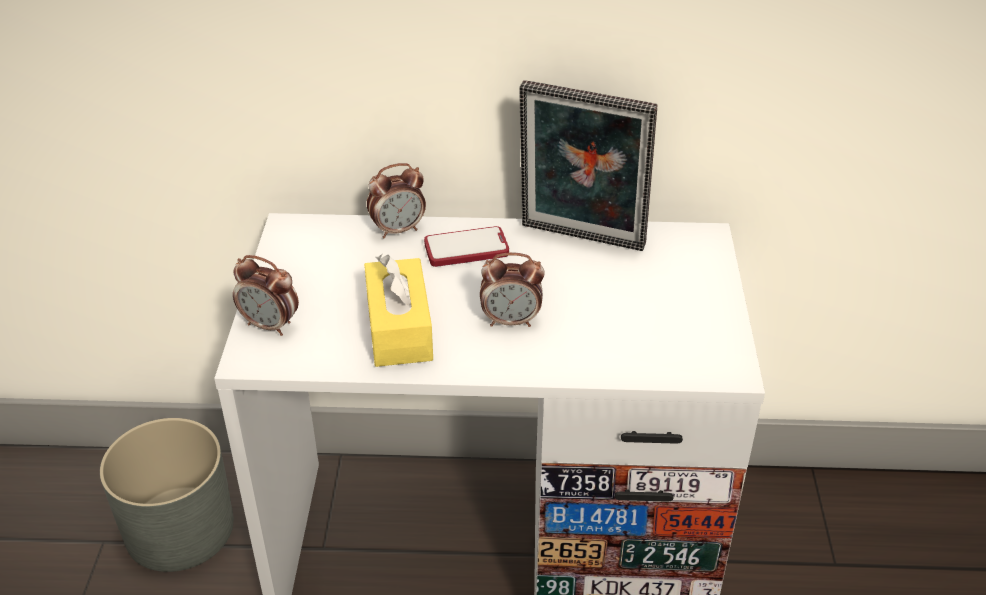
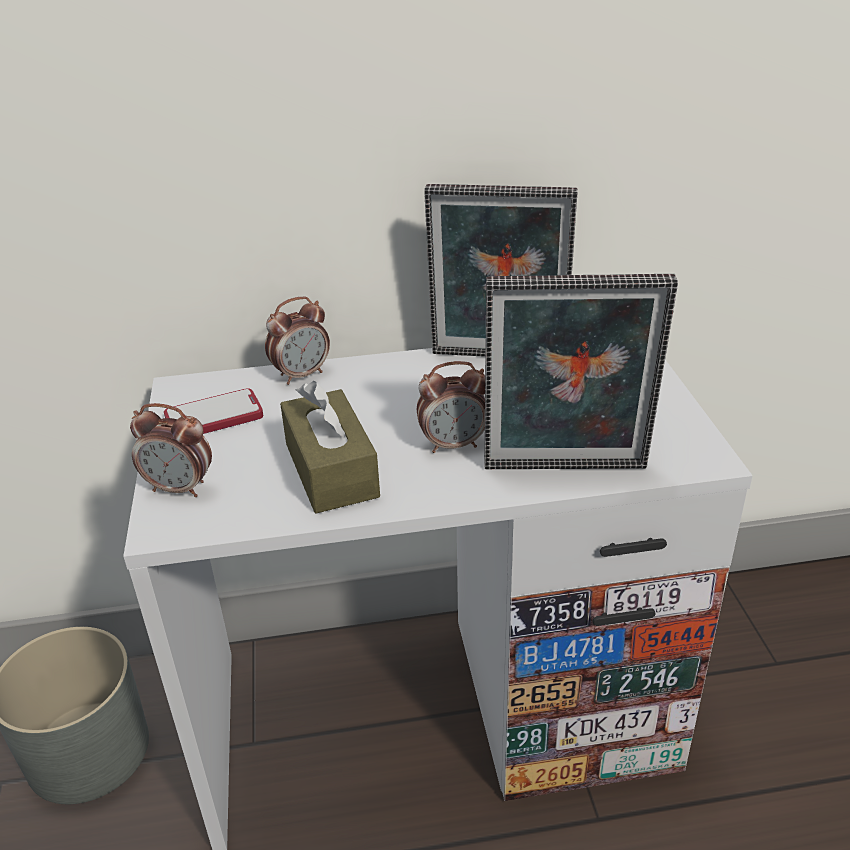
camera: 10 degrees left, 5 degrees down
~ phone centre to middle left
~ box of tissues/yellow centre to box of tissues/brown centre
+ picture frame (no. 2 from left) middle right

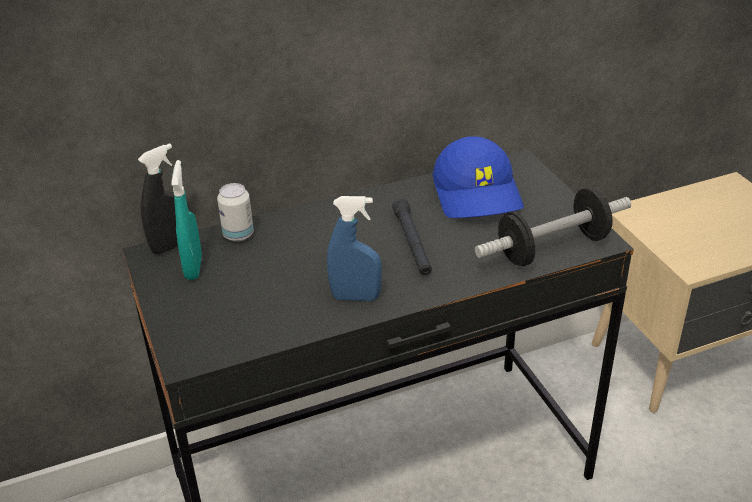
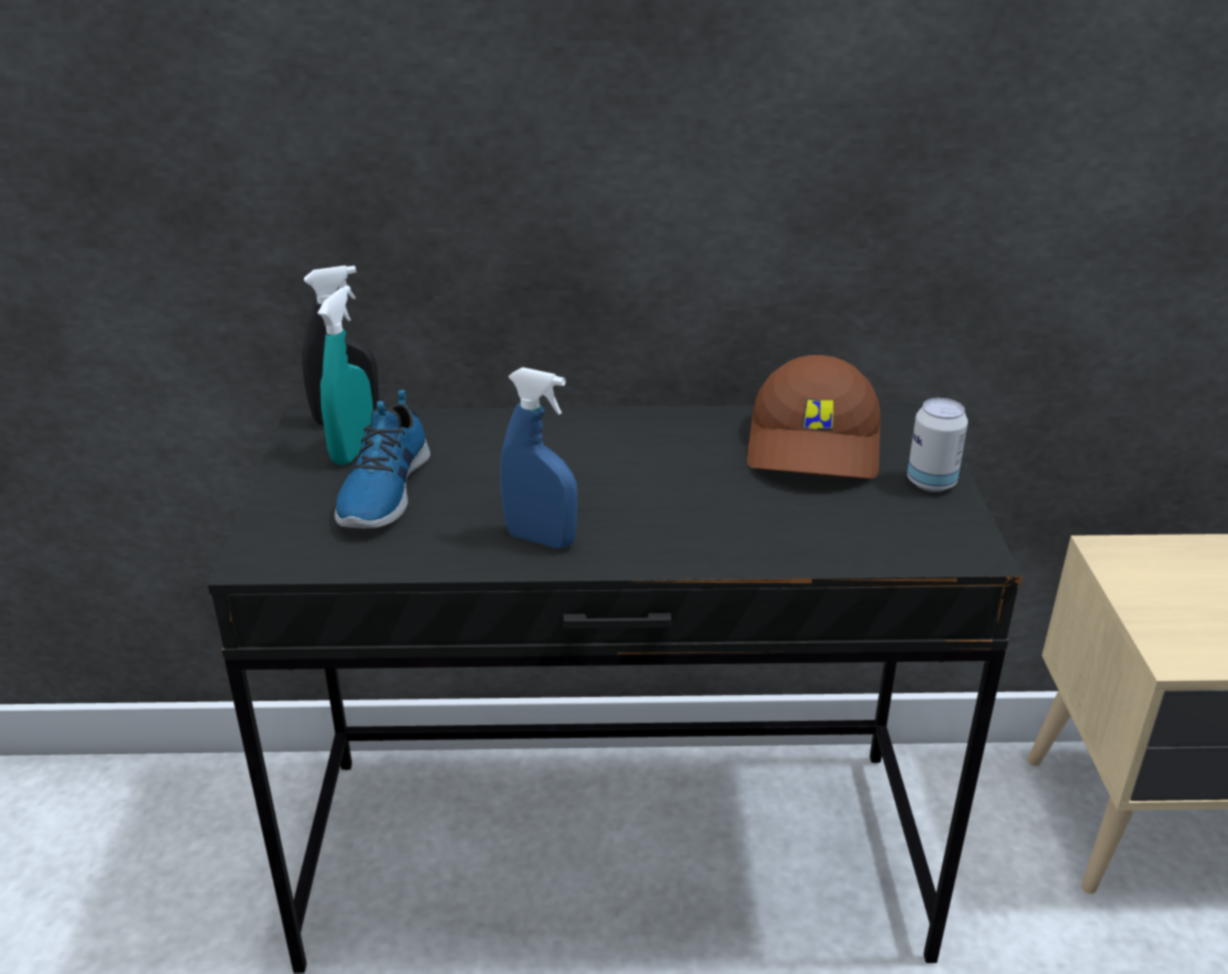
camera: 20 degrees right, 5 degrees down
~ peaked cap/blue-coloured centre to peaked cap/brown centre
~ sealed can middle left to middle right
- dumbbell middle right
- flashlight/black-coloured centre
+ item of footwear middle left

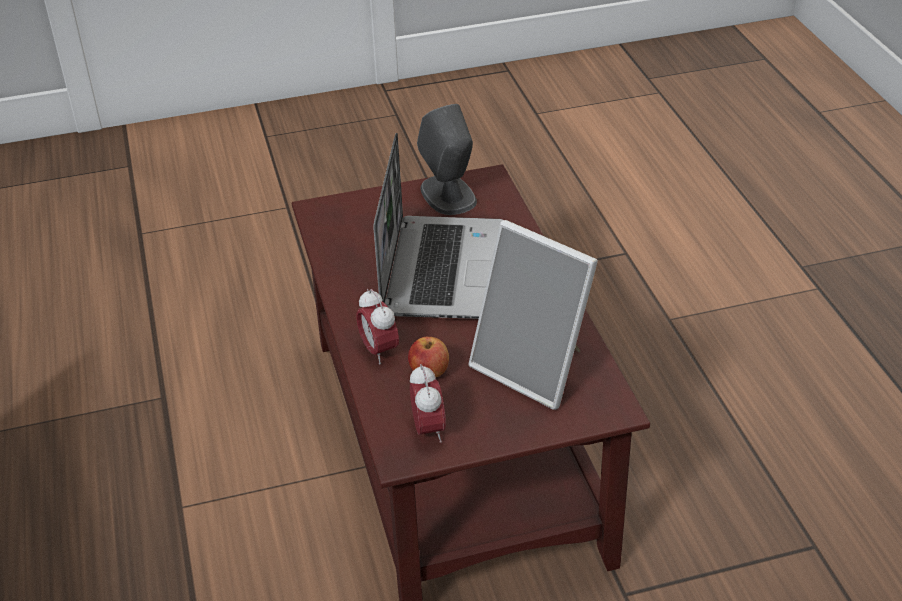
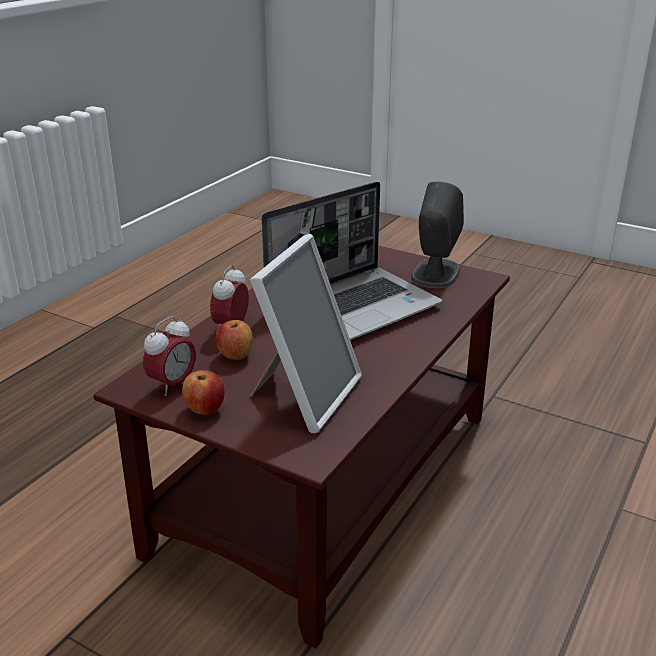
camera: 45 degrees right, 10 degrees down
~ picture frame centre = centre 150 degrees counterclockwise
+ apple (no. 1 from left) middle left

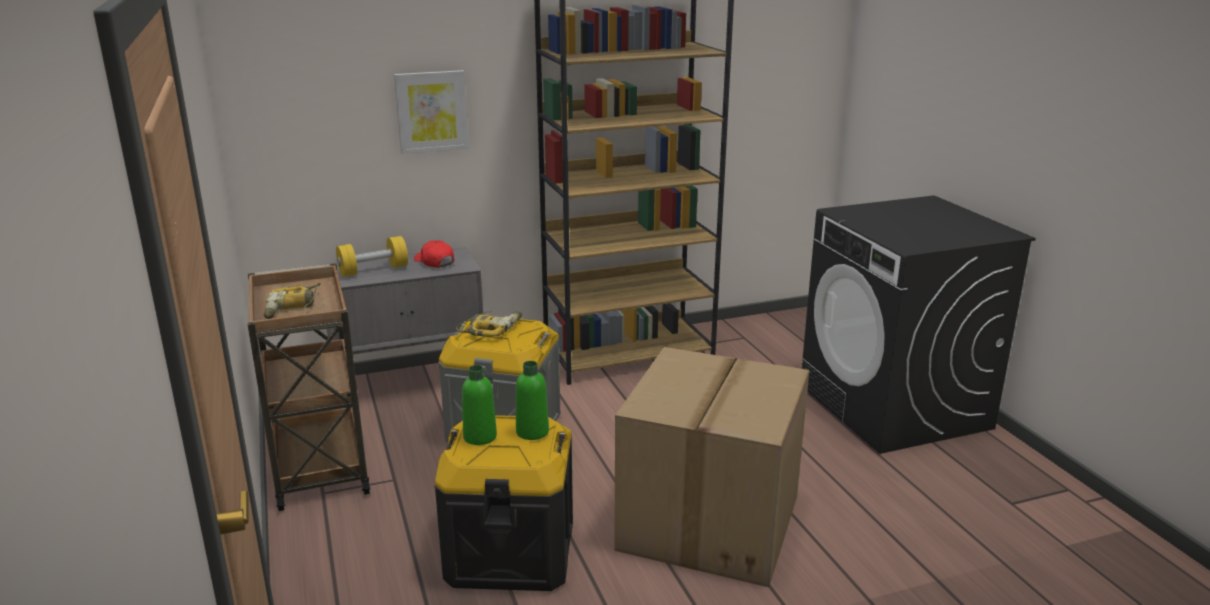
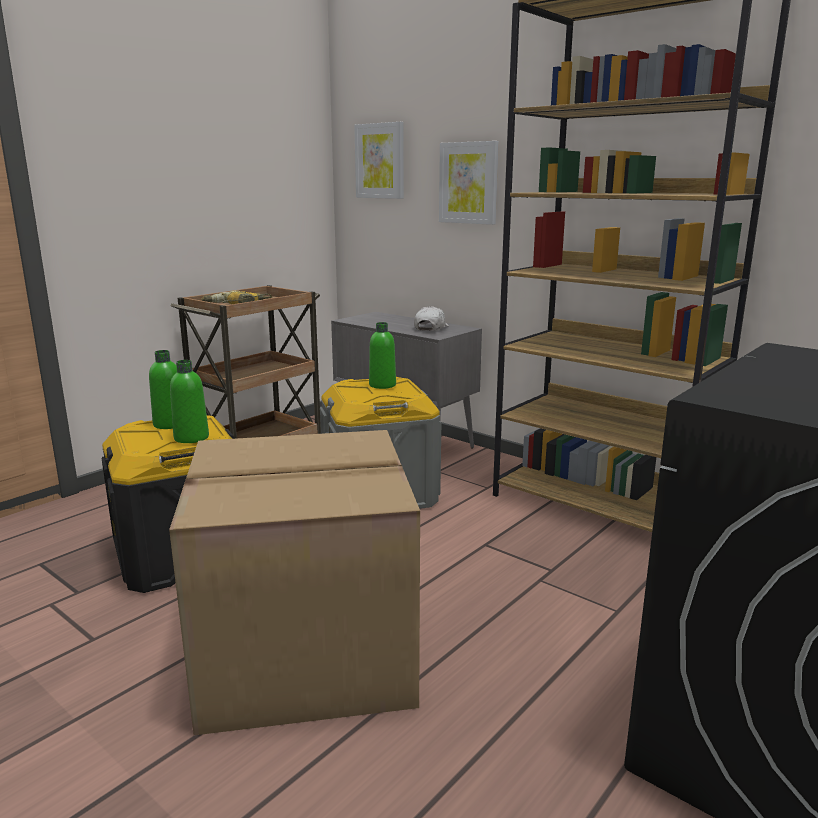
camera: 60 degrees right, 5 degrees down
- dumbbell/yellow middle left
~ peaked cap/red-coloured centre to peaked cap/white centre
~ electric drill (no. 2 from left) centre to beverage bottle/green (no. 3 from left) centre
+ wall art (no. 1 from left) top centre

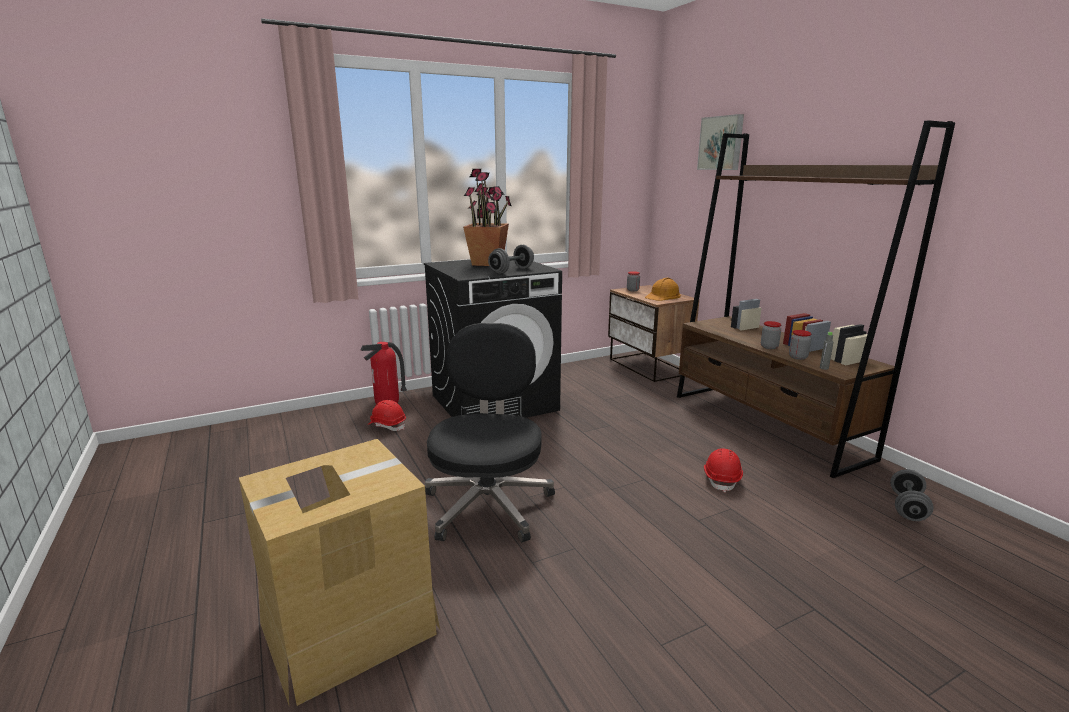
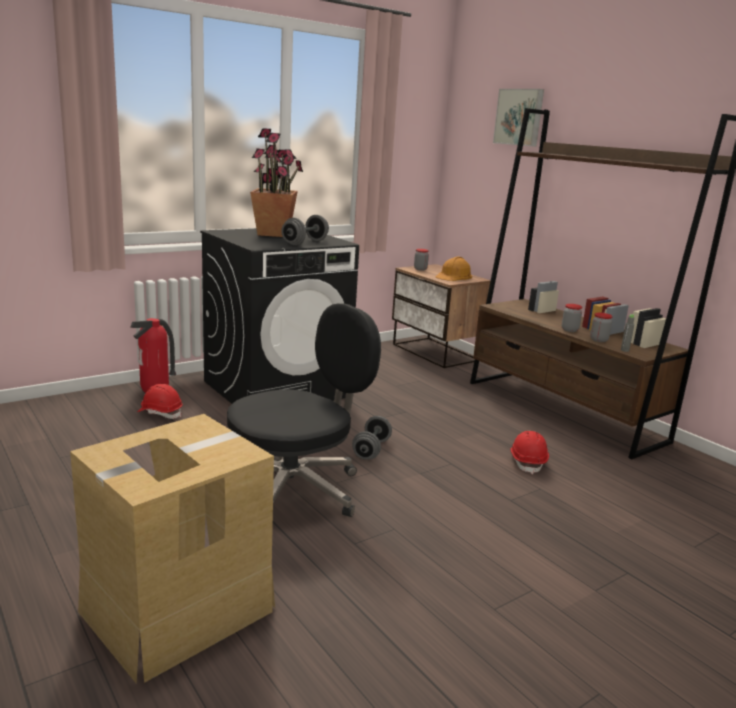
camera: 10 degrees left, 0 degrees up
~ computer chair/black-coloured centre = centre 60 degrees clockwise
~ dumbbell/gray (no. 2 from left) bottom right to centre

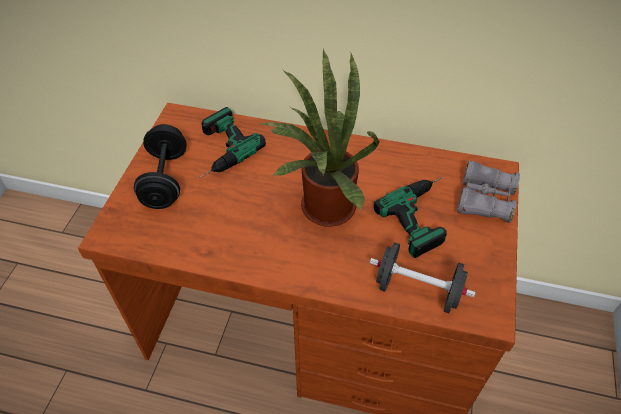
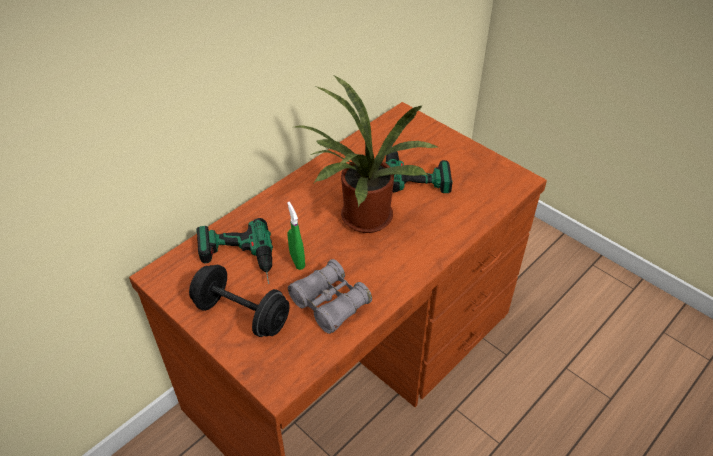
camera: 60 degrees left, 5 degrees down
~ binoculars/gray middle right to centre
- dumbbell/black-coloured (no. 2 from left) bottom right
+ spray bottle/green centre

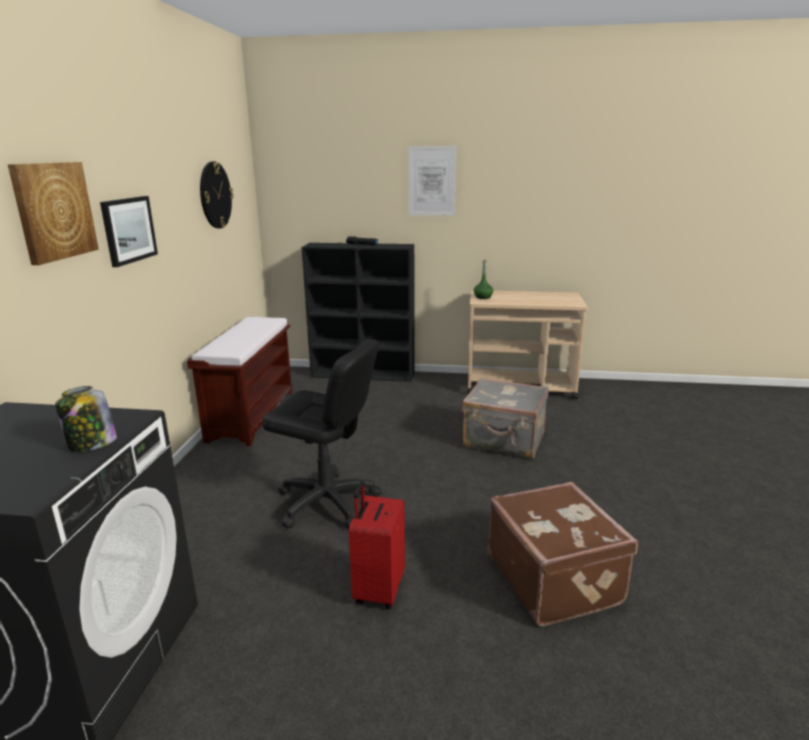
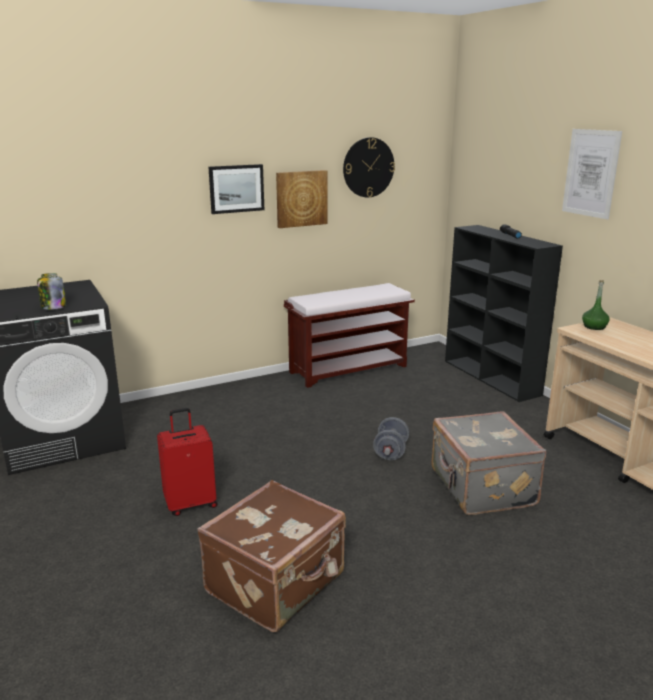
camera: 55 degrees right, 0 degrees up
~ wall art (no. 1 from left in the first image) top left to wall art (no. 2 from left) top centre
- computer chair/black-coloured centre
+ dumbbell/gray centre

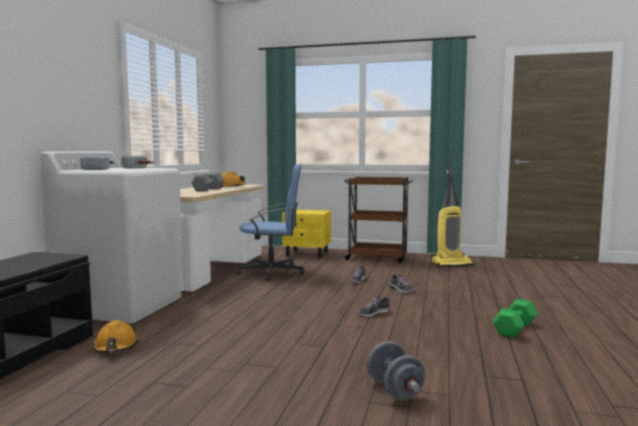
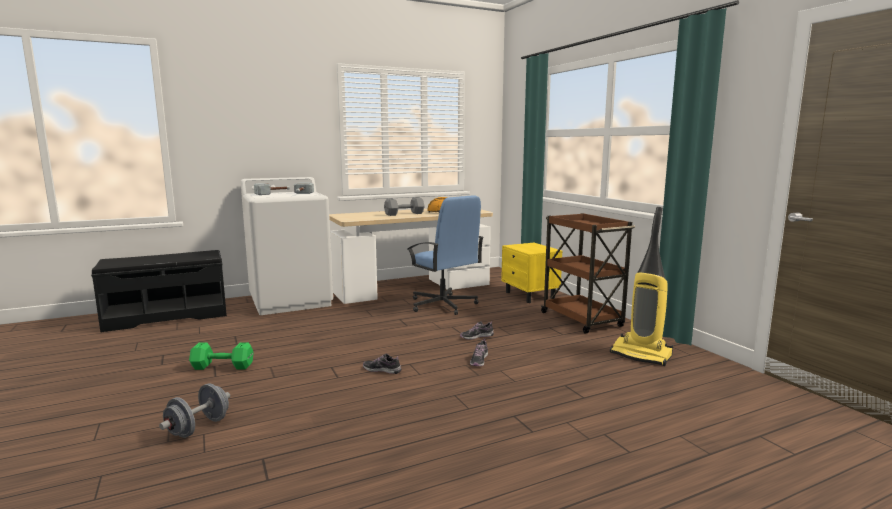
camera: 50 degrees right, 5 degrees up
~ dumbbell/green bottom right to bottom left
- work helmet/orange-coloured (no. 1 from left) bottom left

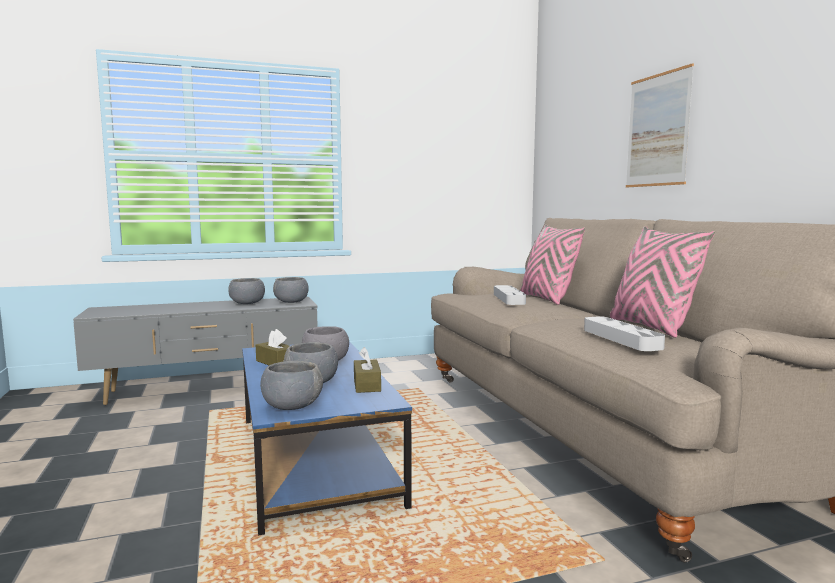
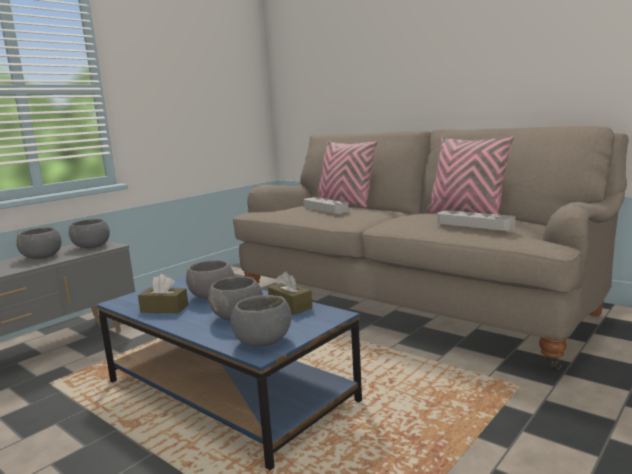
camera: 30 degrees left, 5 degrees up
- wall art top right

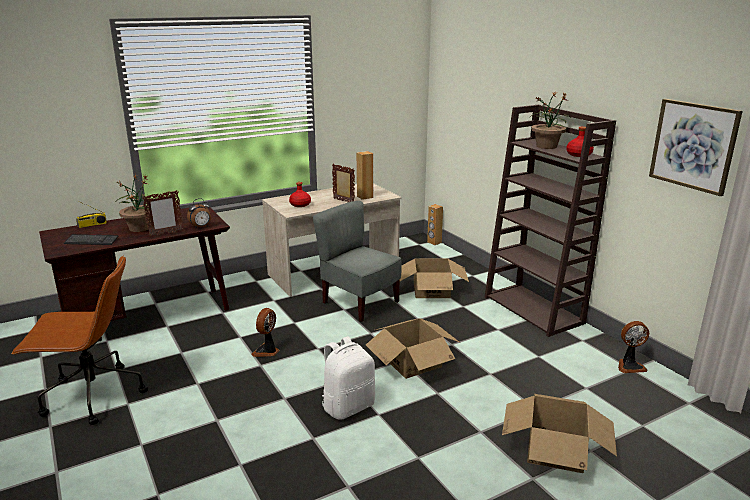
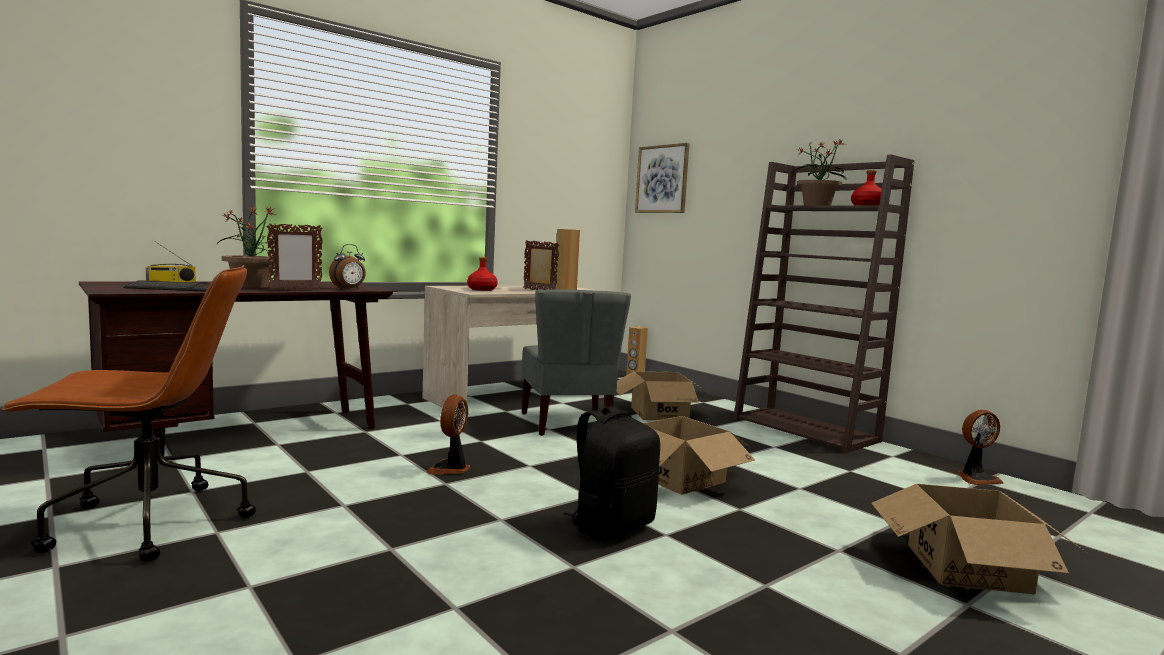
camera: 10 degrees left, 15 degrees down
~ wall art top right to top centre
~ upright chair/gray centre = centre 135 degrees counterclockwise
~ knapsack/white bottom centre to knapsack/black-coloured bottom centre

